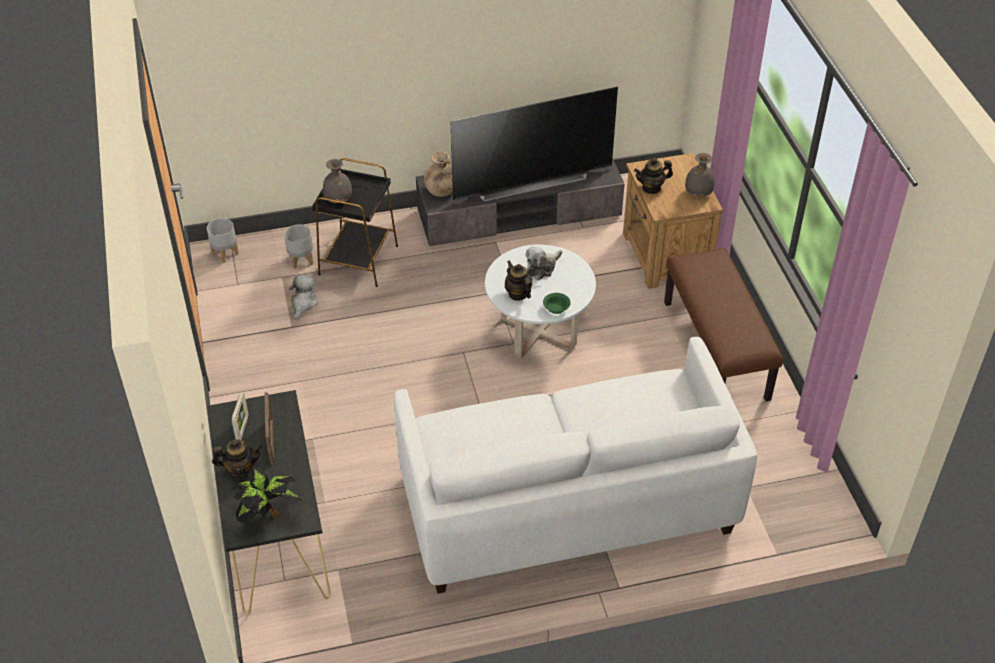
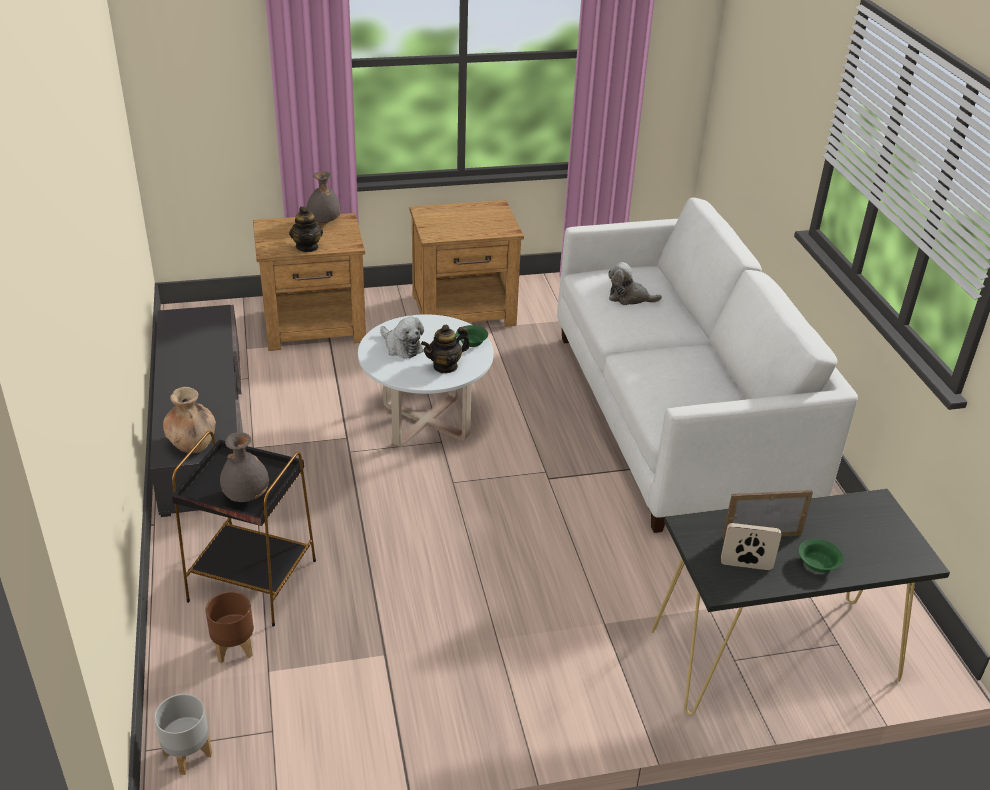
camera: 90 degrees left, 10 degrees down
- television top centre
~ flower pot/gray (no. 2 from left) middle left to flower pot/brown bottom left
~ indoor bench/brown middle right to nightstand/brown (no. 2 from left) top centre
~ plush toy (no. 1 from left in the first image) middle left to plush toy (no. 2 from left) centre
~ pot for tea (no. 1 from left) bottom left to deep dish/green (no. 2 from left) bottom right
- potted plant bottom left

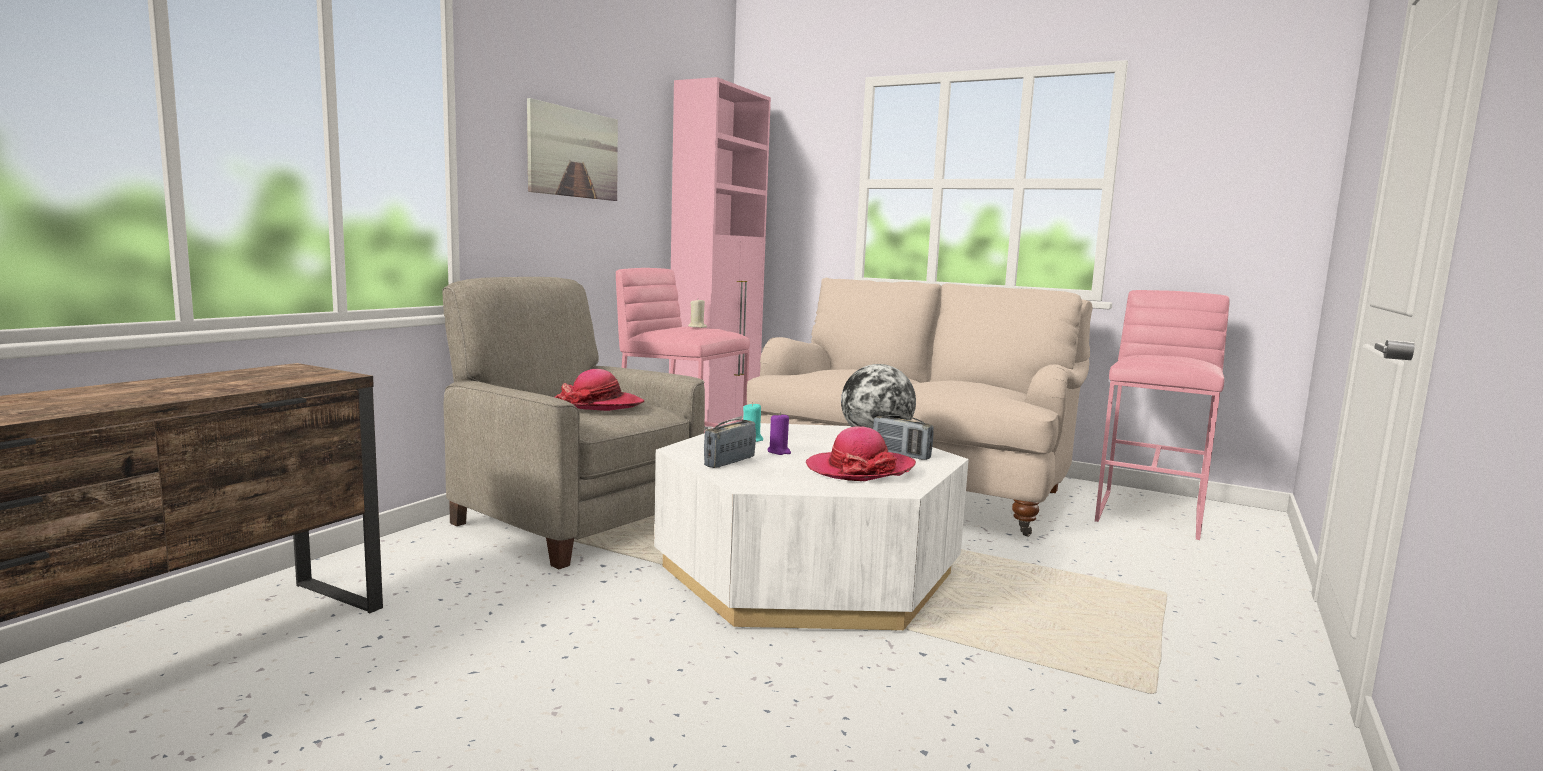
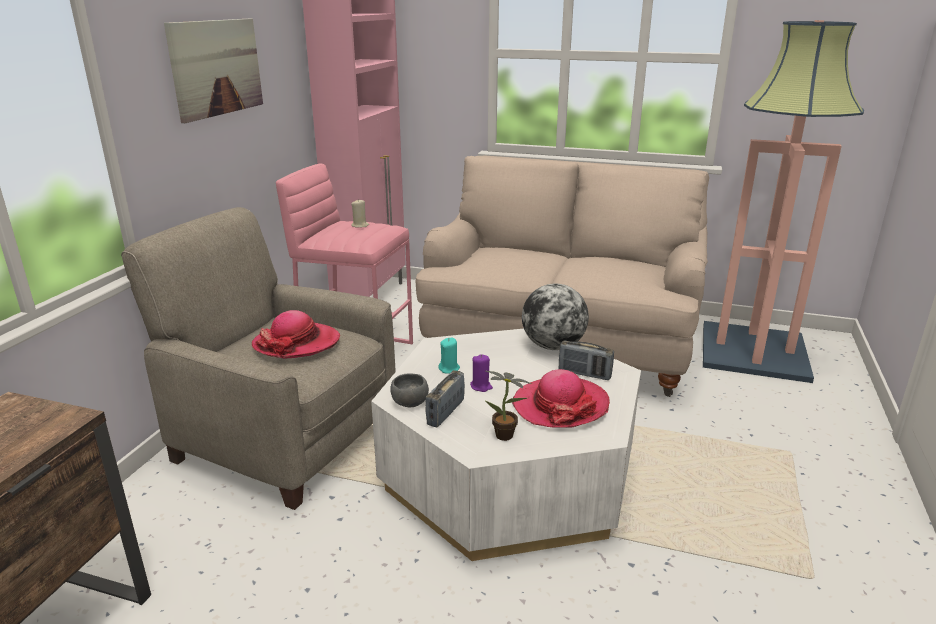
camera: 10 degrees left, 15 degrees up
~ stool/pink (no. 2 from left) middle right to standing lamp top right
+ potted plant centre
+ deep dish/gray centre

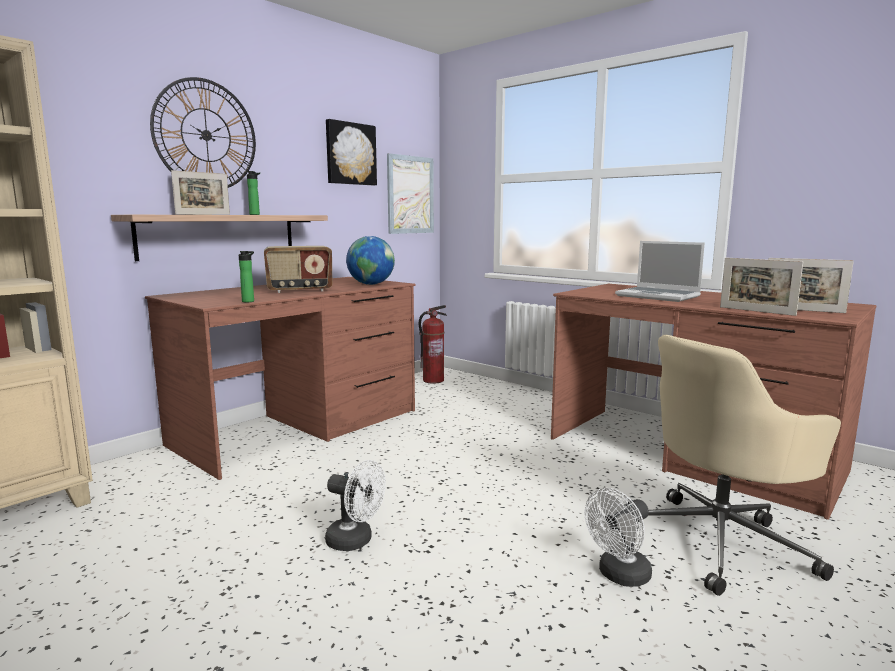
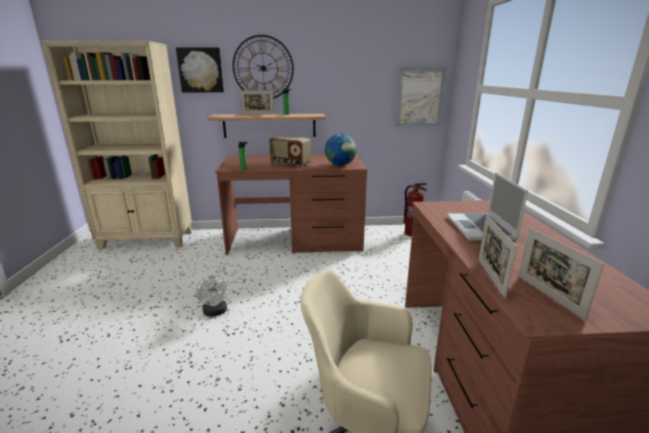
camera: 45 degrees right, 10 degrees up
~ wall art (no. 1 from left) top centre to top left
- electric fan/white (no. 2 from left) bottom right

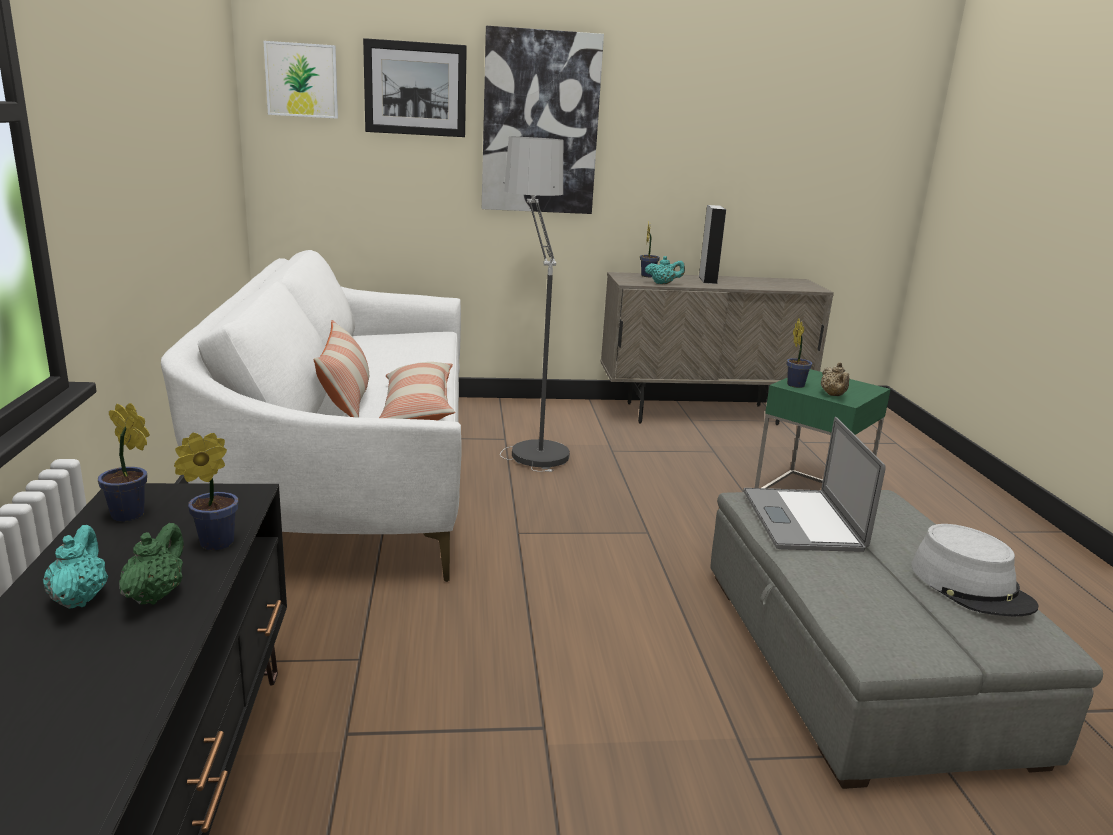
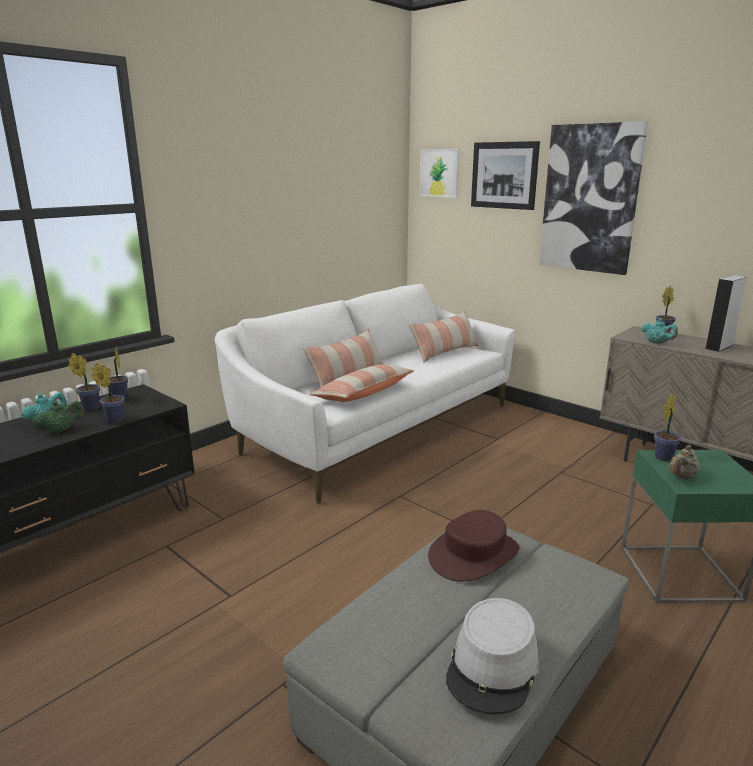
camera: 50 degrees right, 0 degrees up
- standing lamp centre
~ notebook computer middle right to wearable hat/brown bottom centre
+ pillow (no. 3 from left) centre
+ potted plant (no. 1 from left) middle left

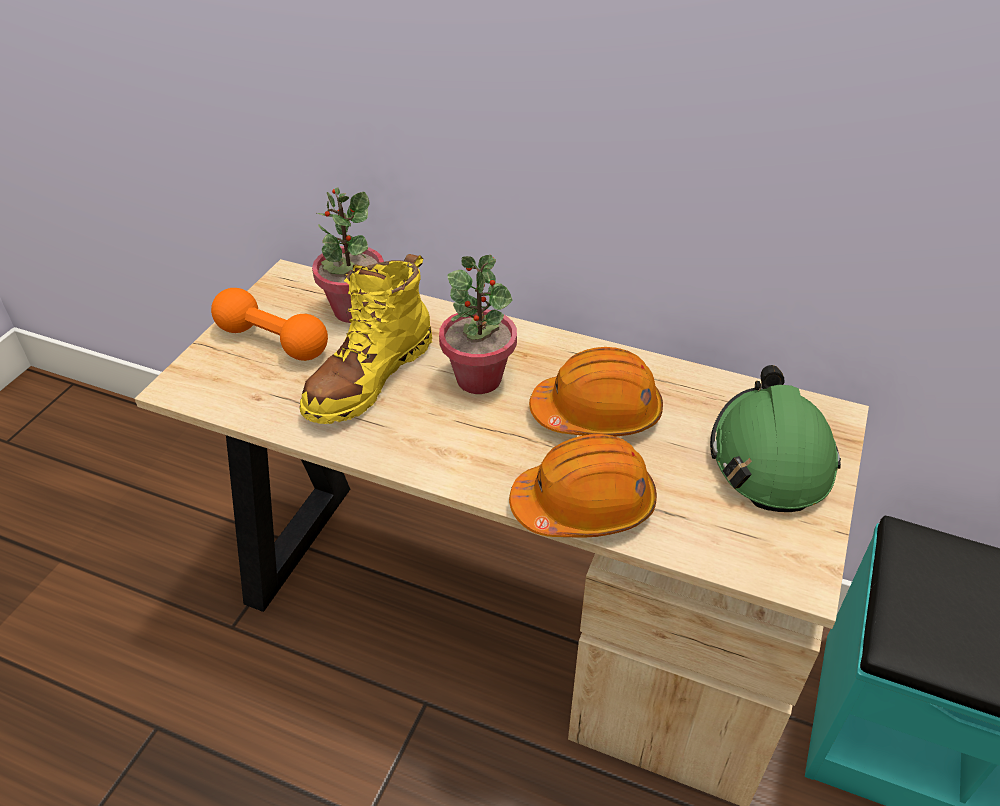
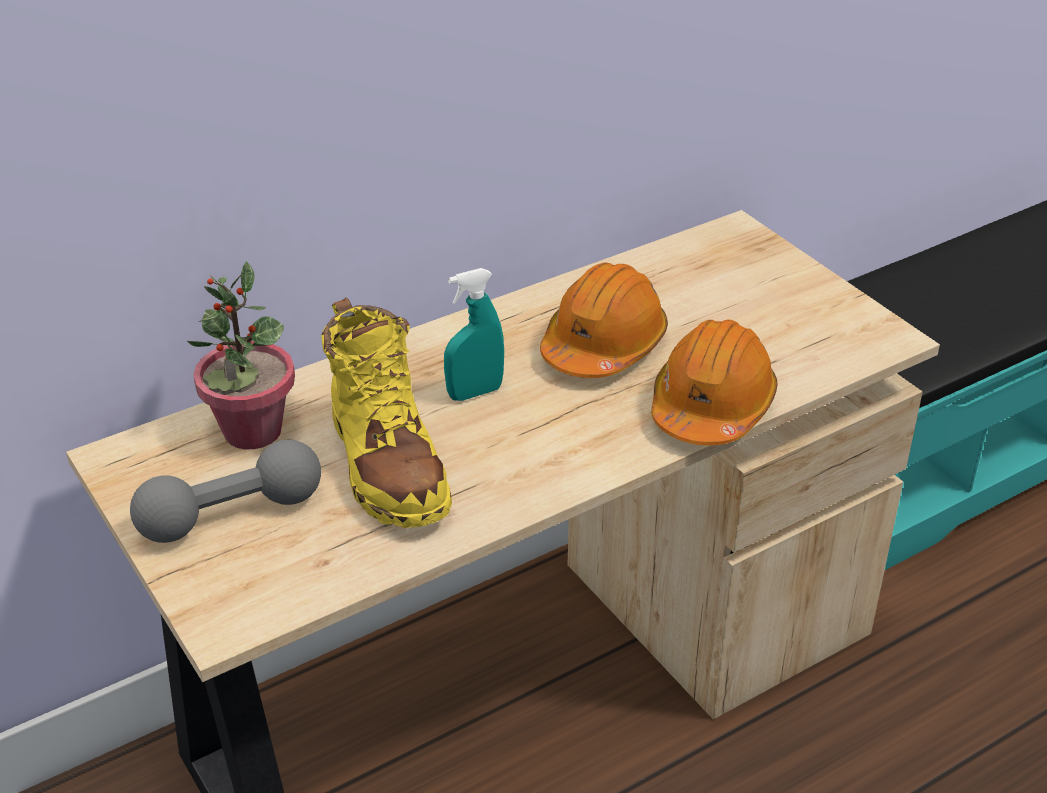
camera: 55 degrees left, 5 degrees down
~ potted plant (no. 2 from left) centre to spray bottle/turquoise-coloured centre
~ dumbbell/orange-coloured middle left to dumbbell/gray middle left
- work helmet/green middle right

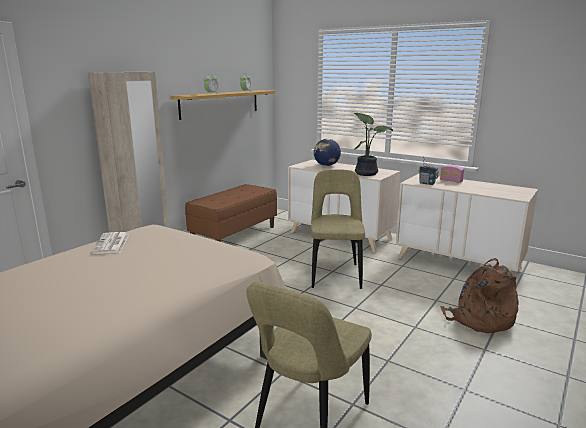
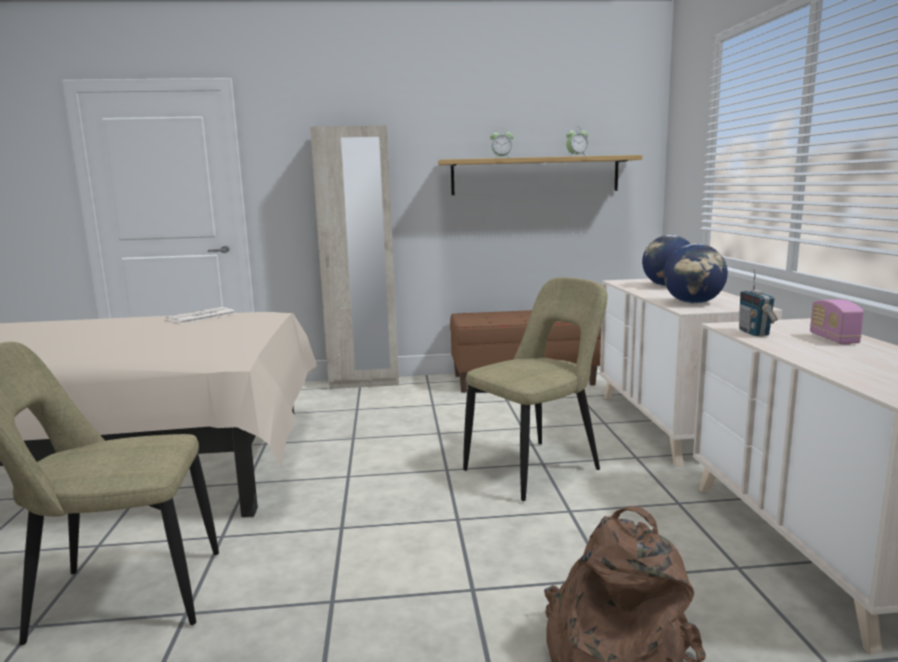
camera: 50 degrees right, 5 degrees down
~ potted plant centre to globe (no. 2 from left) middle right

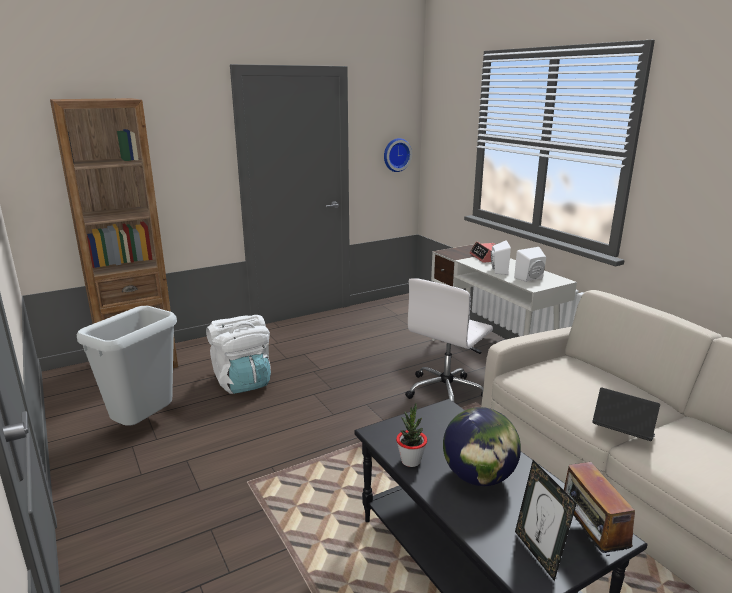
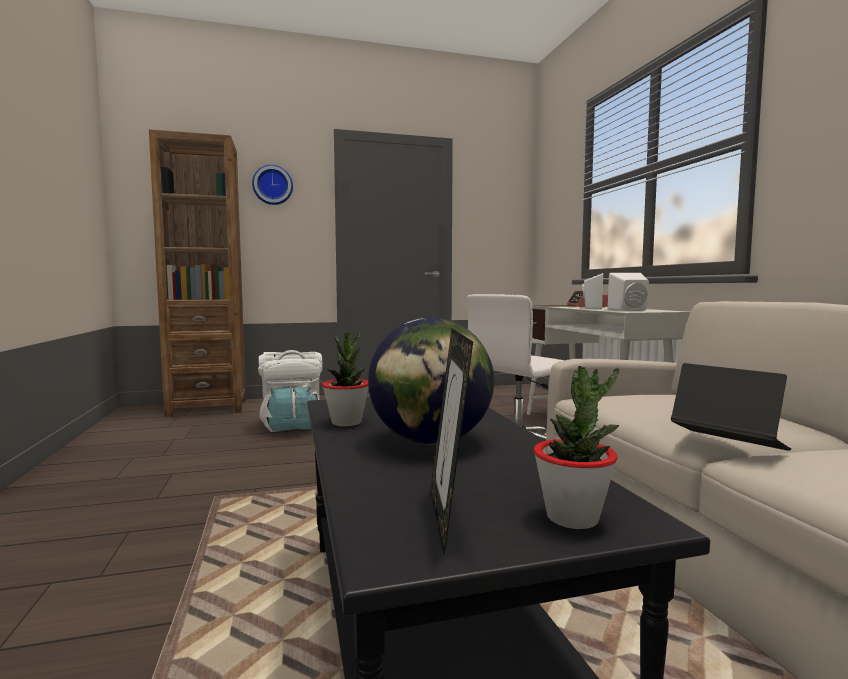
camera: 15 degrees right, 15 degrees down
~ wall clock top centre to top left
- waste bin/gray middle left
~ radio bottom right to potted plant (no. 2 from left) middle right

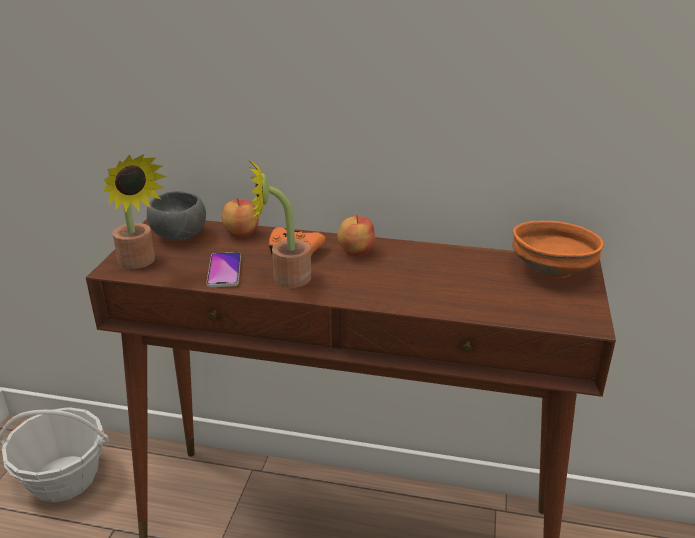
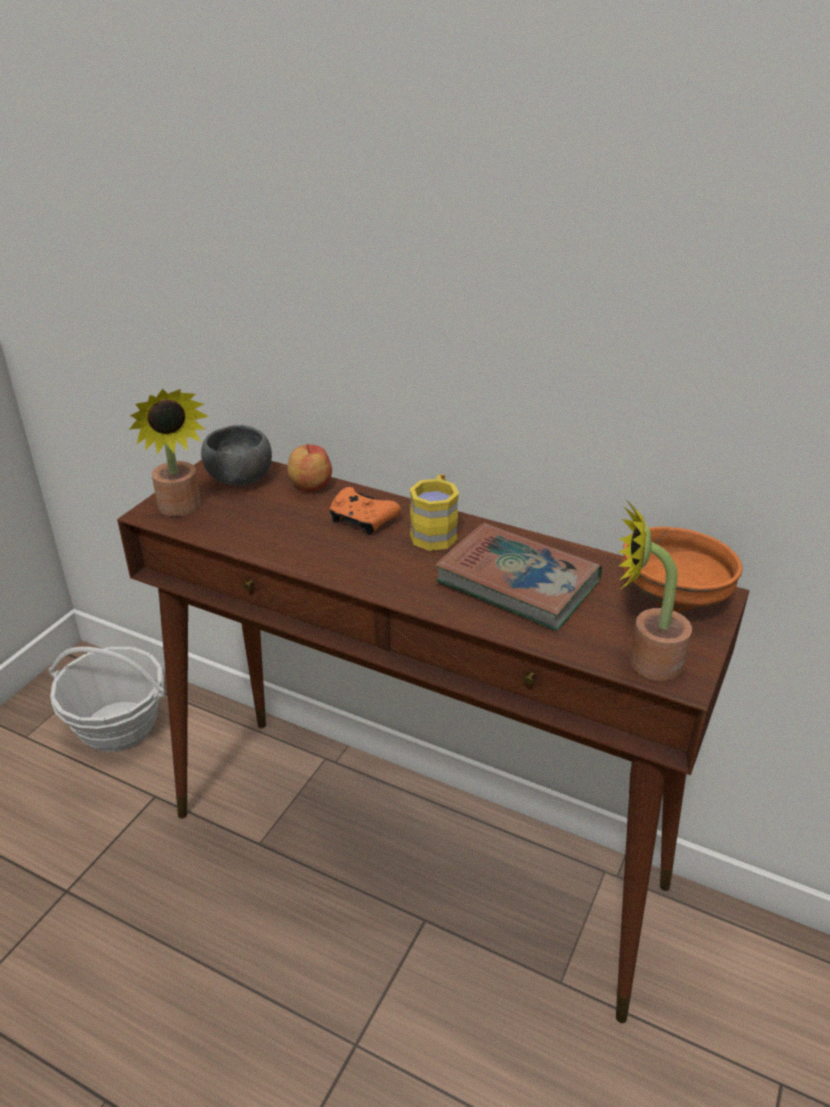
camera: 15 degrees right, 5 degrees up
~ potted plant (no. 2 from left) centre to middle right
~ apple (no. 2 from left) centre to mug/yellow centre
- phone middle left
+ bound book centre

